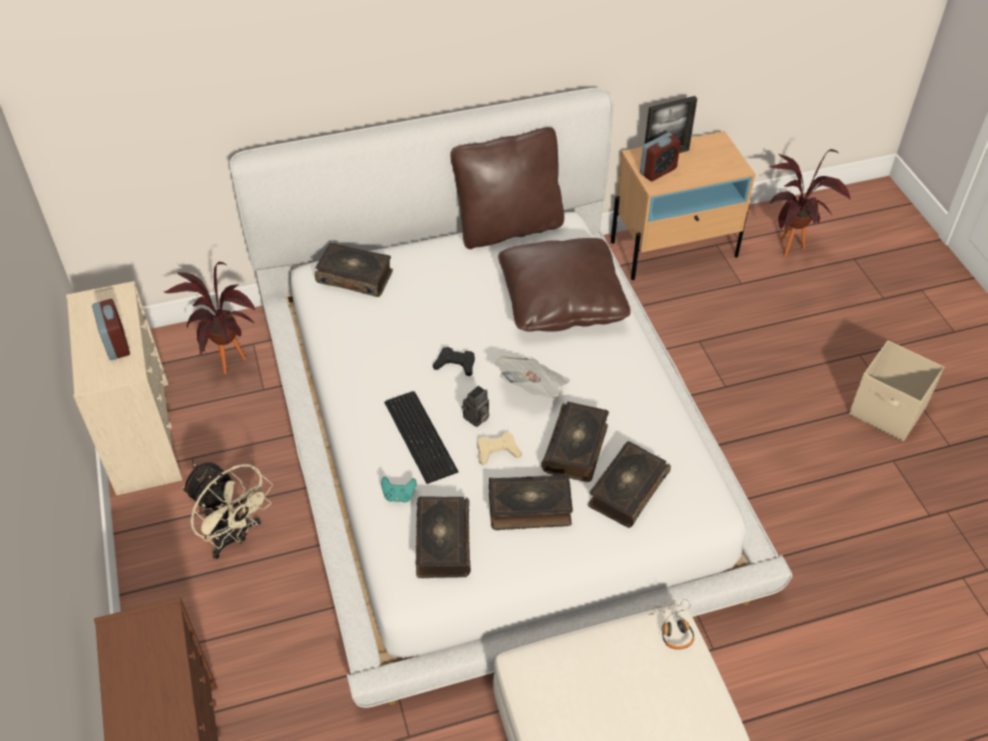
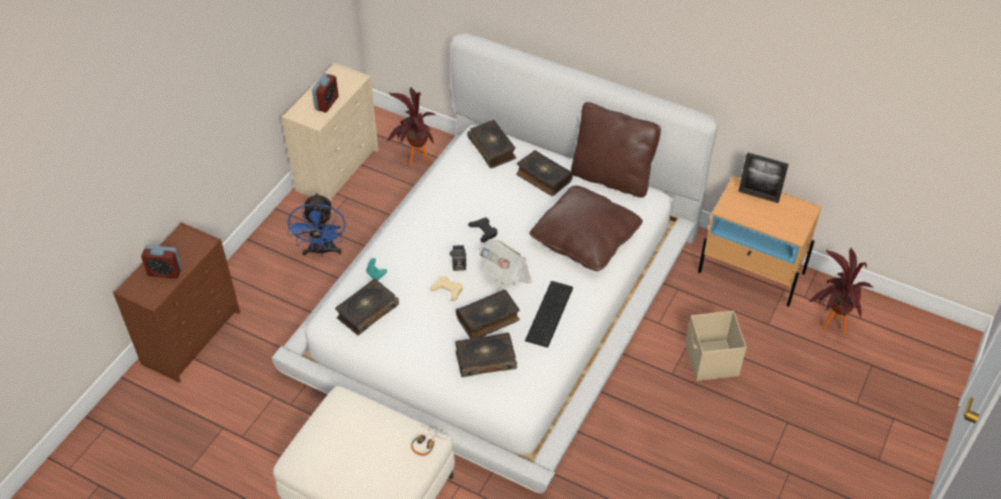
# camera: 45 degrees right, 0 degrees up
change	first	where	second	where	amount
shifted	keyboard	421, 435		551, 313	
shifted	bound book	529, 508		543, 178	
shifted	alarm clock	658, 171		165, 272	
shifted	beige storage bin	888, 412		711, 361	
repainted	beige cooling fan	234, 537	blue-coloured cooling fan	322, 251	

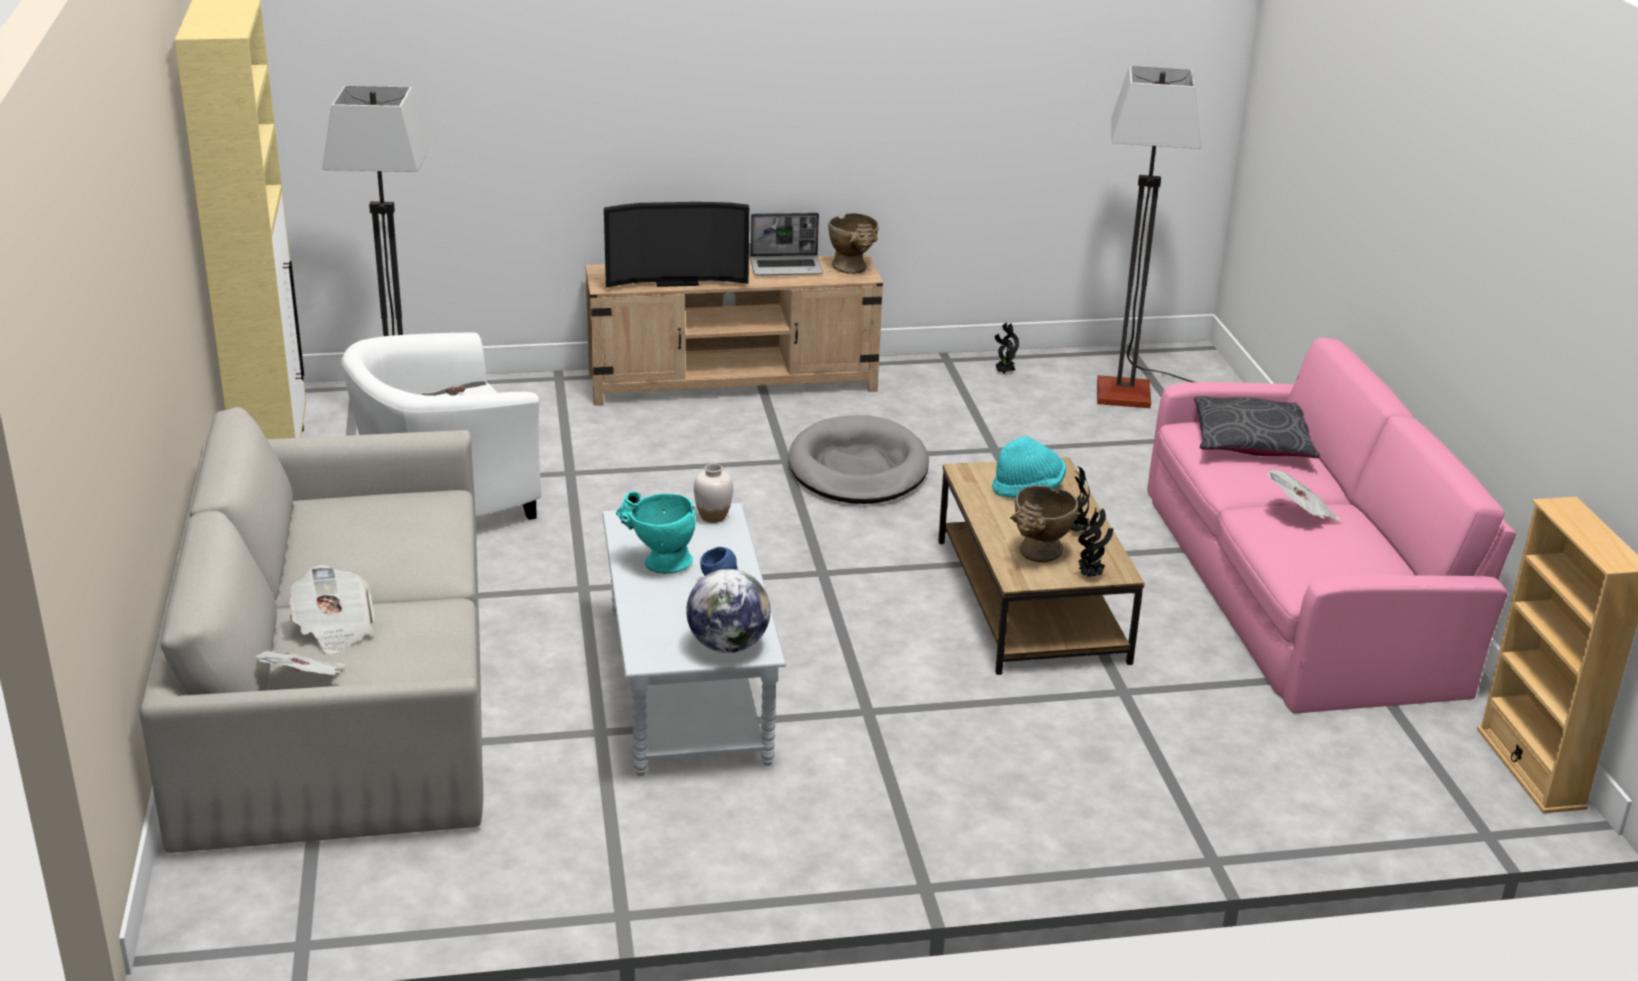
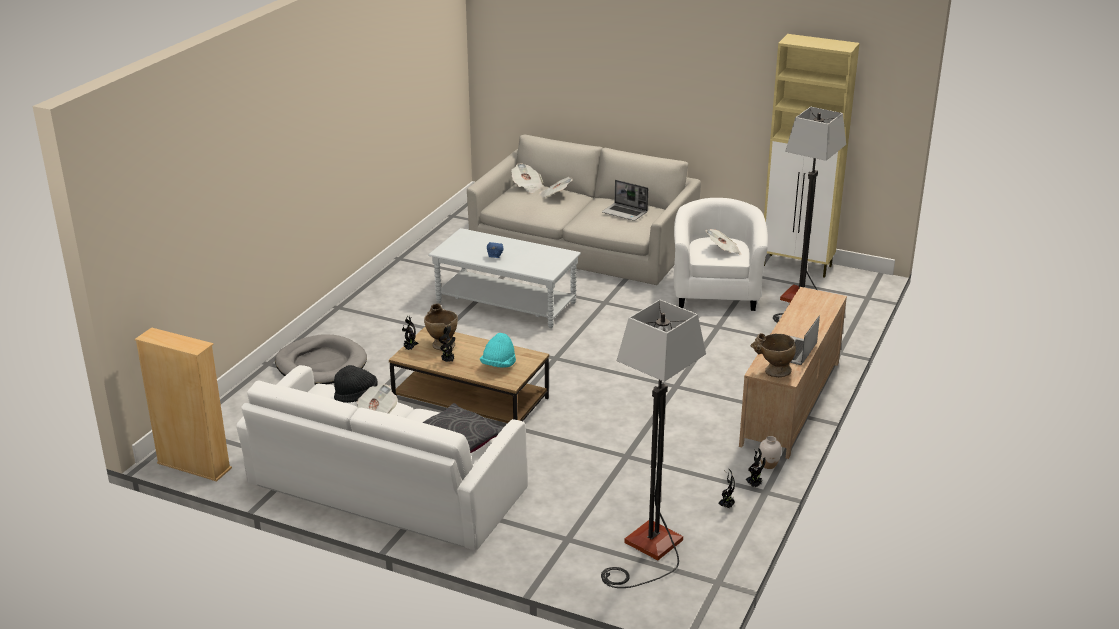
# camera: 125 degrees right, 0 degrees up
change	first	where	second	where	amount
gone	television	676, 281			
gone	blue-green flower vase	659, 563			
gone	globe	728, 645			
new			blackish wearable hat	356, 395	
new			portable computer	625, 213	
new			potted plant	754, 486	
shifted	whitish flower vase	713, 517		768, 465	
shifted	greyish pet bed	858, 468		321, 364	
repainted	pink-coloured sofa	1302, 586	whitish sofa	384, 485	

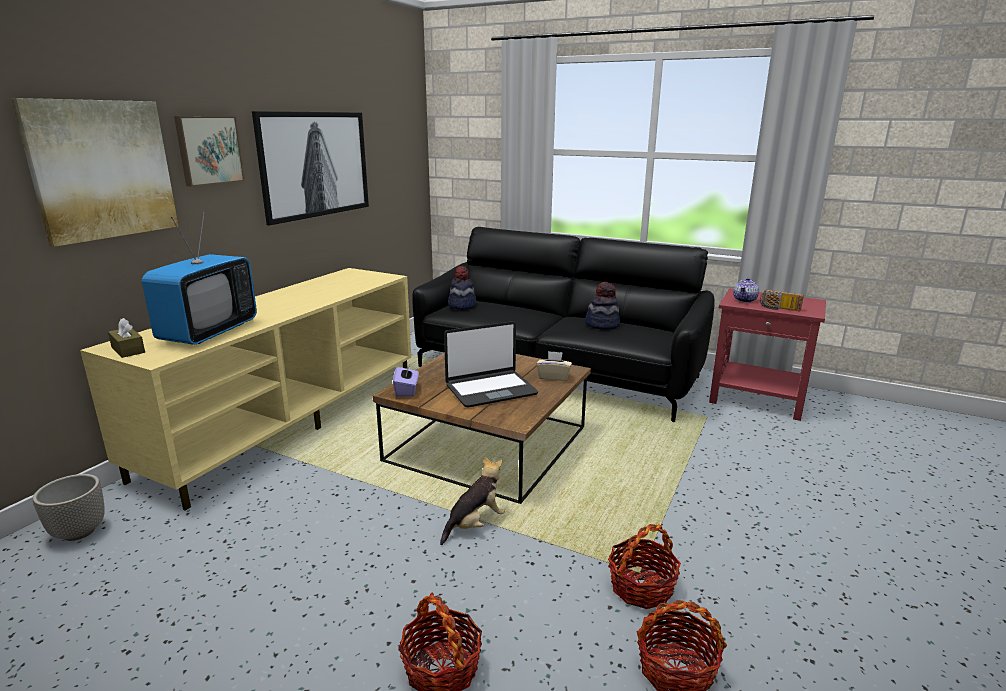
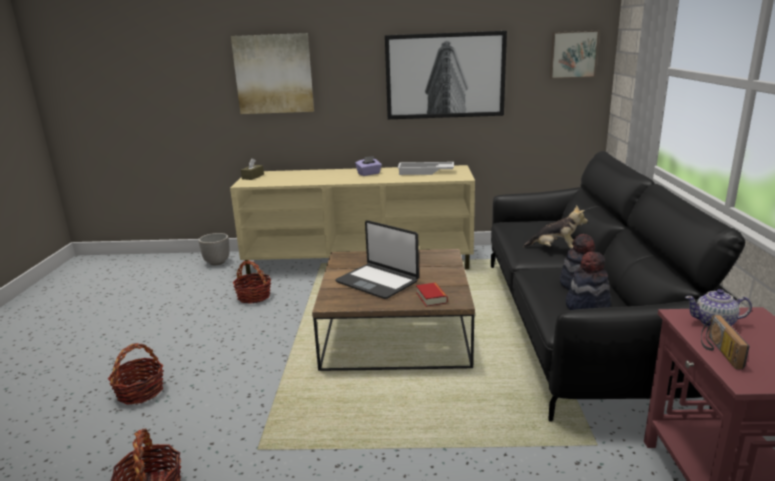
# camera: 65 degrees right, 0 degrees up
change	first	where	second	where	amount
gone	television	209, 332			
new			whitish tray	425, 172	
shifted	picture	209, 150		573, 54	
shifted	purple-coloured box of tissues	407, 391		369, 174	
shifted	cuddly toy	475, 524		555, 249	
shifted	wearable hat	462, 305		587, 305	
shifted	basket	641, 587		253, 296	
swapped	beige box of tissues	553, 377	bound book	431, 298	

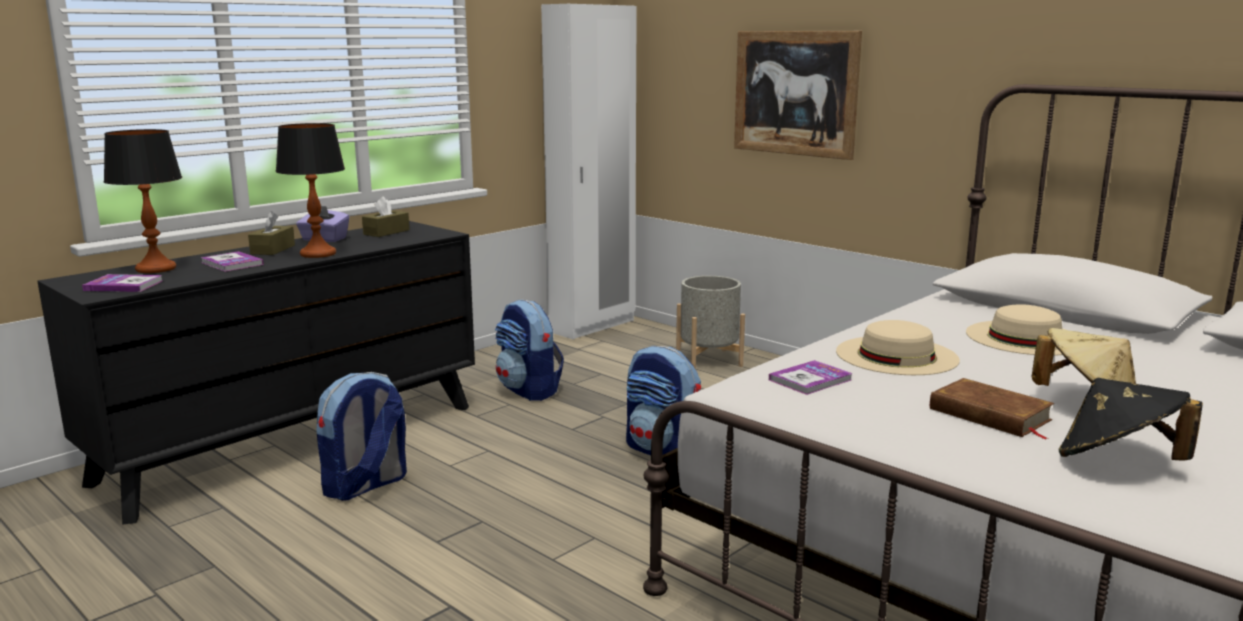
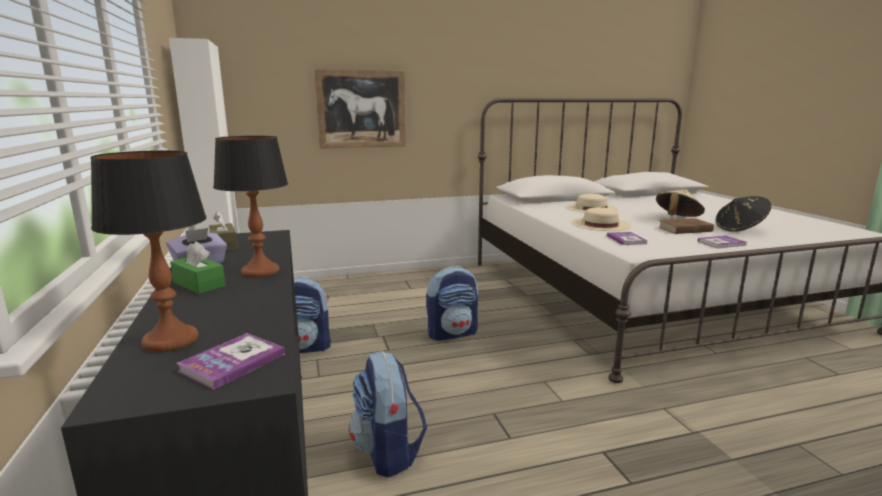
# camera: 60 degrees left, 0 degrees up
change	first	where	second	where	amount
gone	greyish plant pot	709, 360			
shifted	bound book	232, 263		721, 243	
repainted	brown box of tissues	273, 249	greenish box of tissues	199, 284	

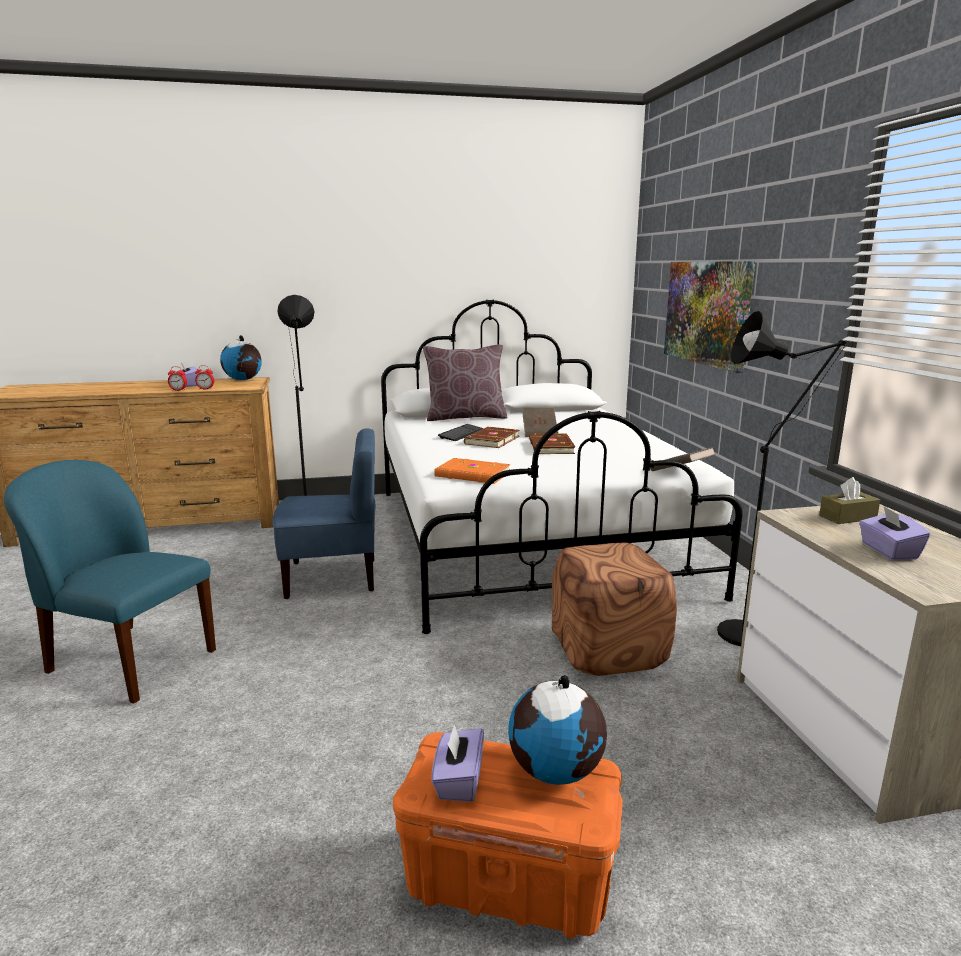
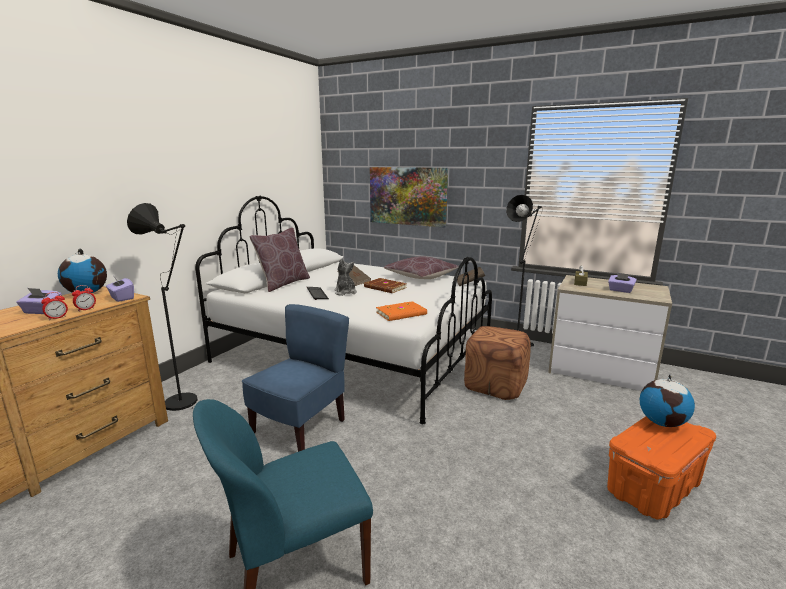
# camera: 50 degrees left, 0 degrees up
change	first	where	second	where	amount
new			brown cushion	421, 276	
shifted	purple-coloured box of tissues	458, 781		121, 298	
swapped	brown bound book	491, 440	cuddly toy	345, 292	

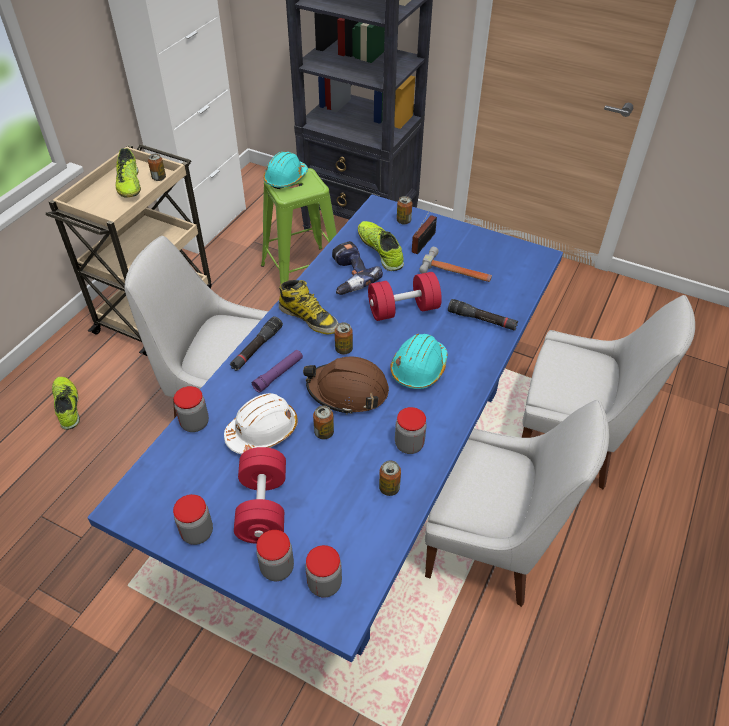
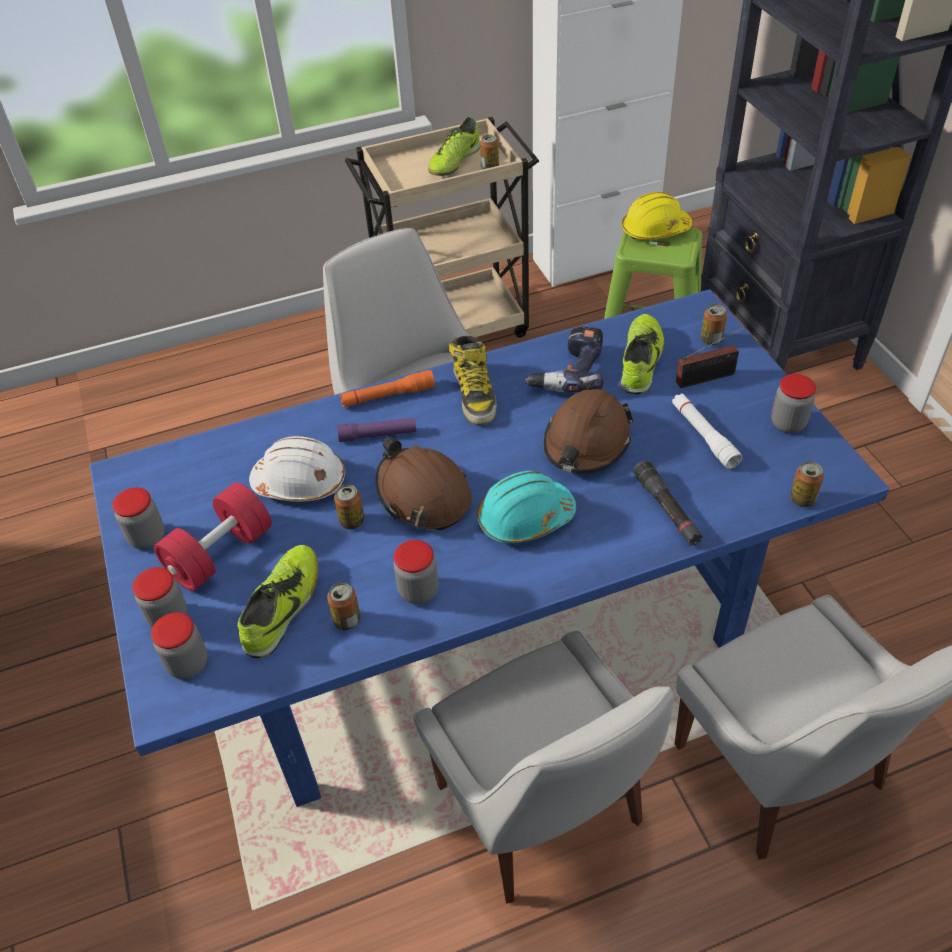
# camera: 45 degrees right, 0 degrees up
change	first	where	second	where	amount
shifted	item of footwear	67, 406		283, 607	
shifted	storage jar	195, 423		788, 423	
shifted	sealed can	343, 349		802, 499	
swapped	red-coloured hand weight	403, 309	brown work helmet	586, 443	
swapped	tool hammer	456, 272	whitish torch	703, 435	
repainted	blackish torch	256, 348	orangey torch	388, 396	
repainted	blue-green work helmet	286, 178	yellow work helmet	655, 230	

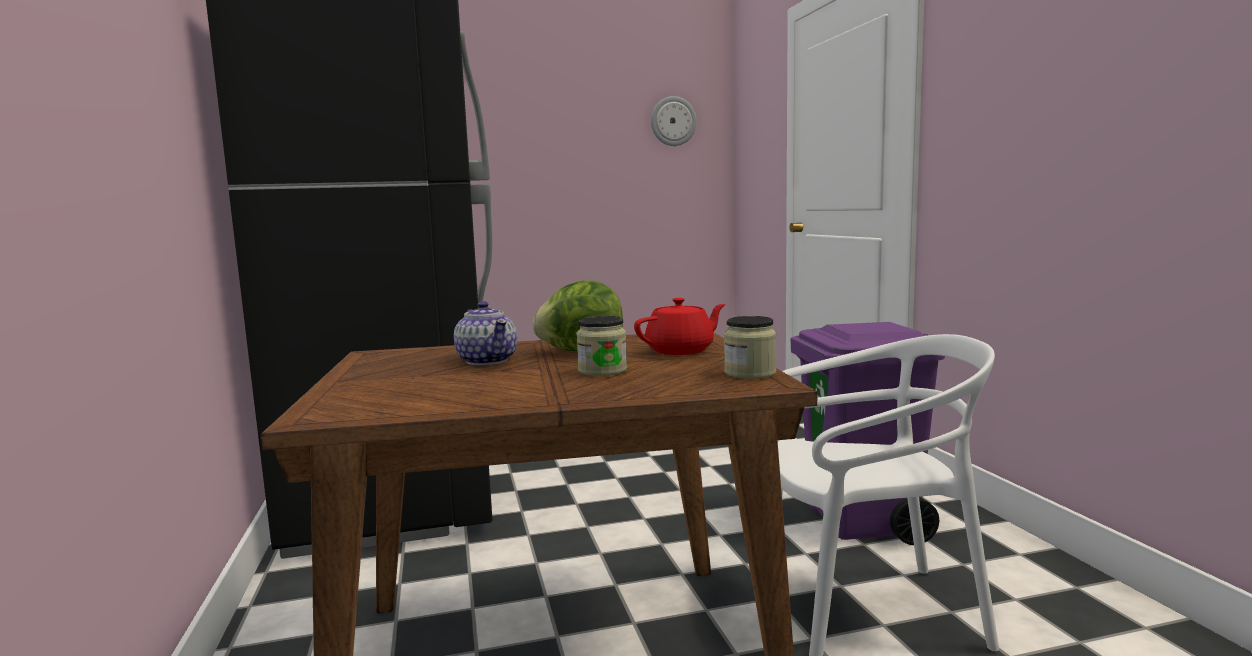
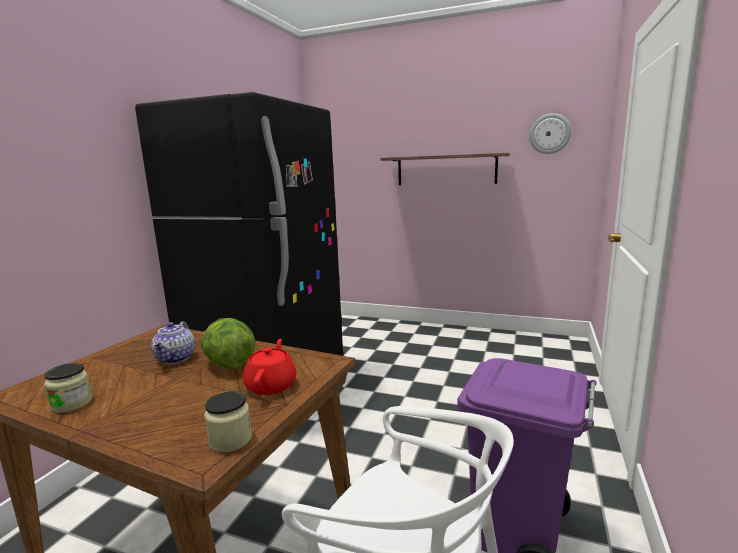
# camera: 35 degrees right, 5 degrees up
change	first	where	second	where	amount
new			wall shelf	446, 170	
shifted	storage jar	602, 371		72, 403	
rotated	red-coloured pot for tea	681, 351		271, 385	90 degrees counterclockwise

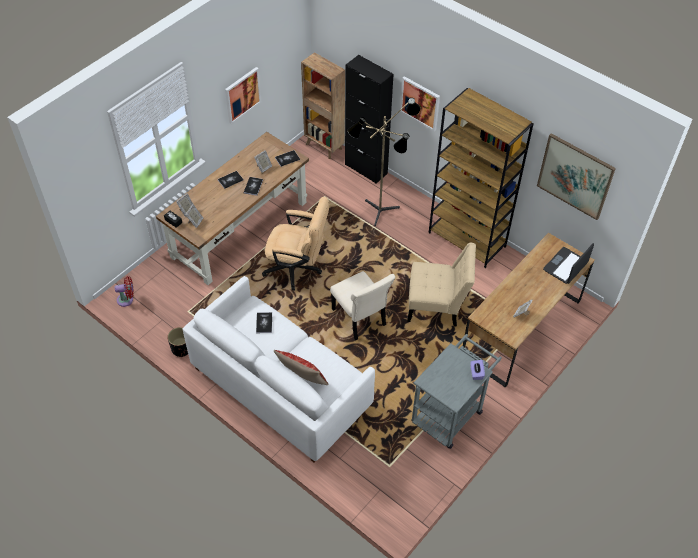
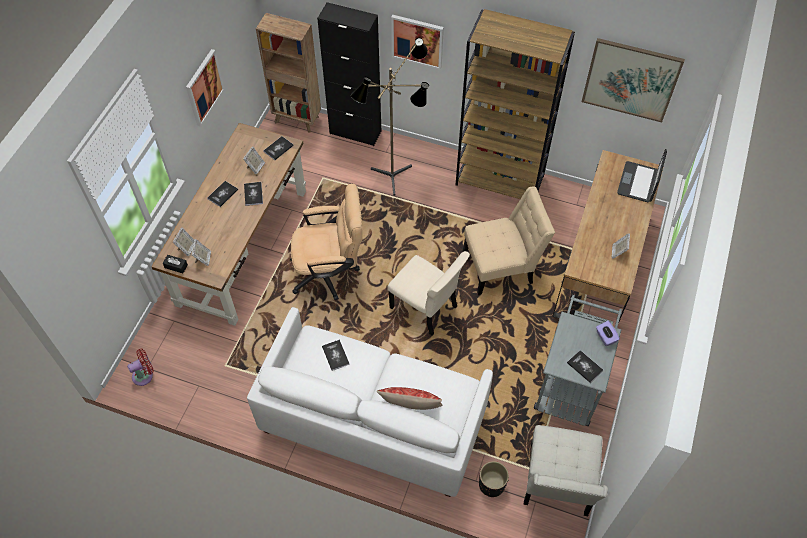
# camera: 20 degrees left, 5 degrees up
change	first	where	second	where	amount
new			whitish plain chair	557, 484	
new			bound book	584, 367	
shifted	blackish plant pot	181, 349		491, 485	

